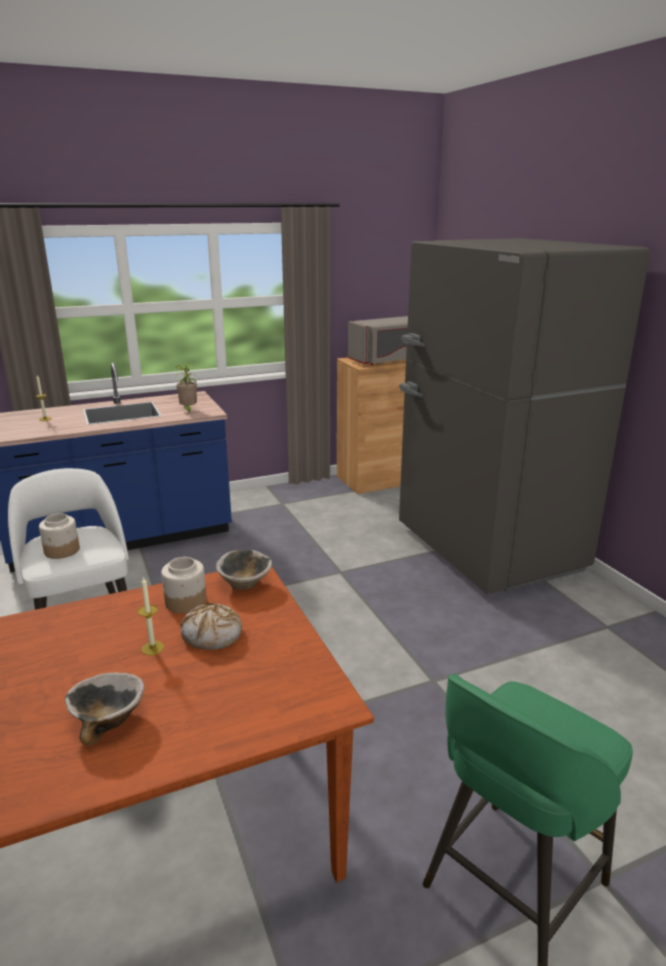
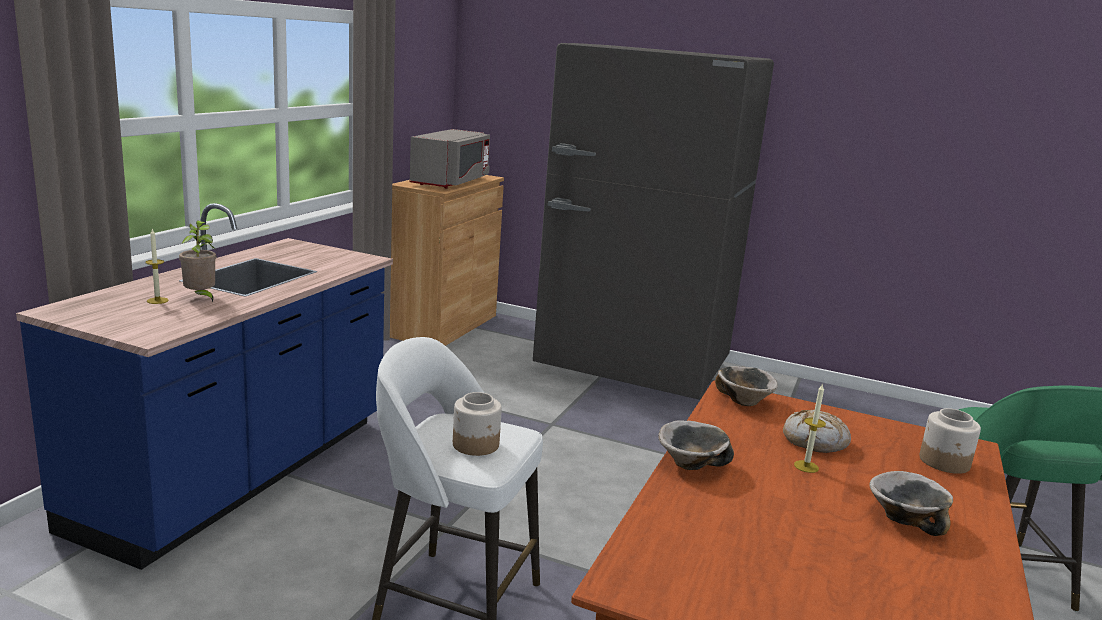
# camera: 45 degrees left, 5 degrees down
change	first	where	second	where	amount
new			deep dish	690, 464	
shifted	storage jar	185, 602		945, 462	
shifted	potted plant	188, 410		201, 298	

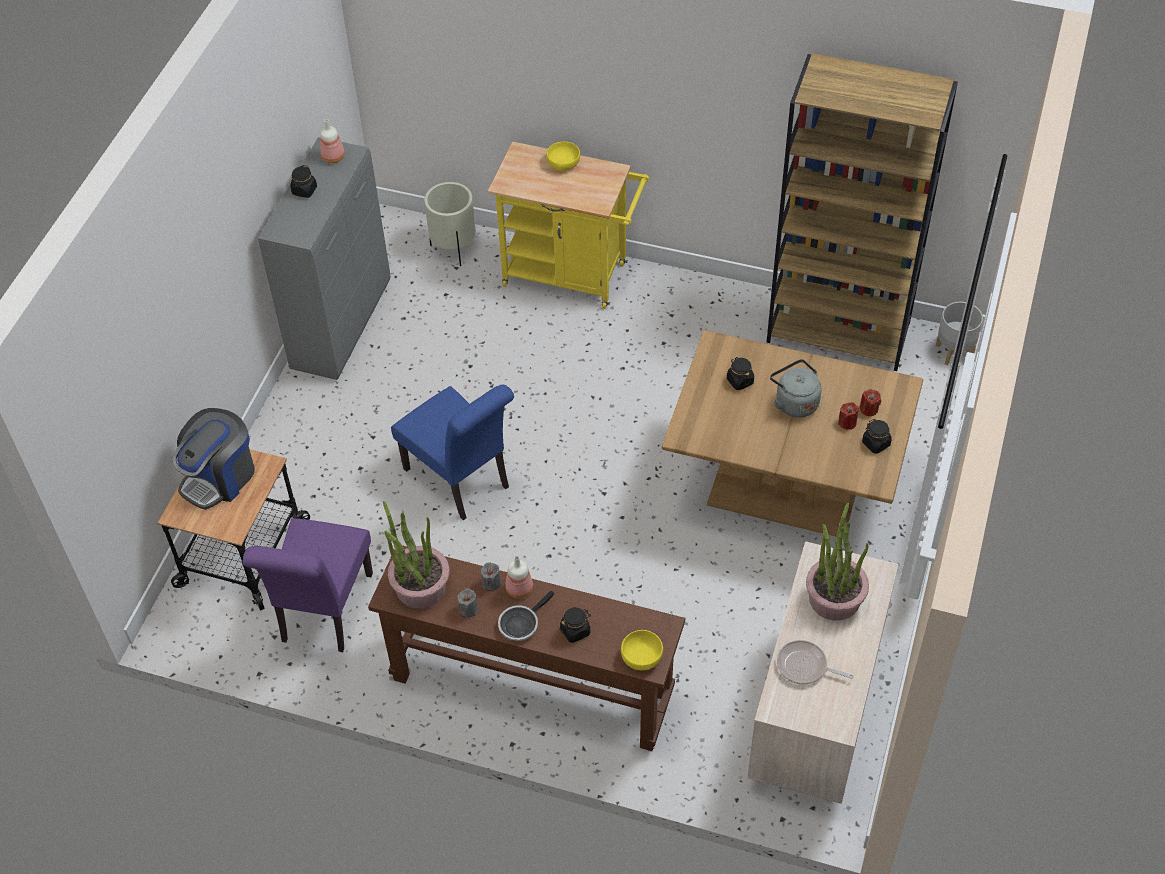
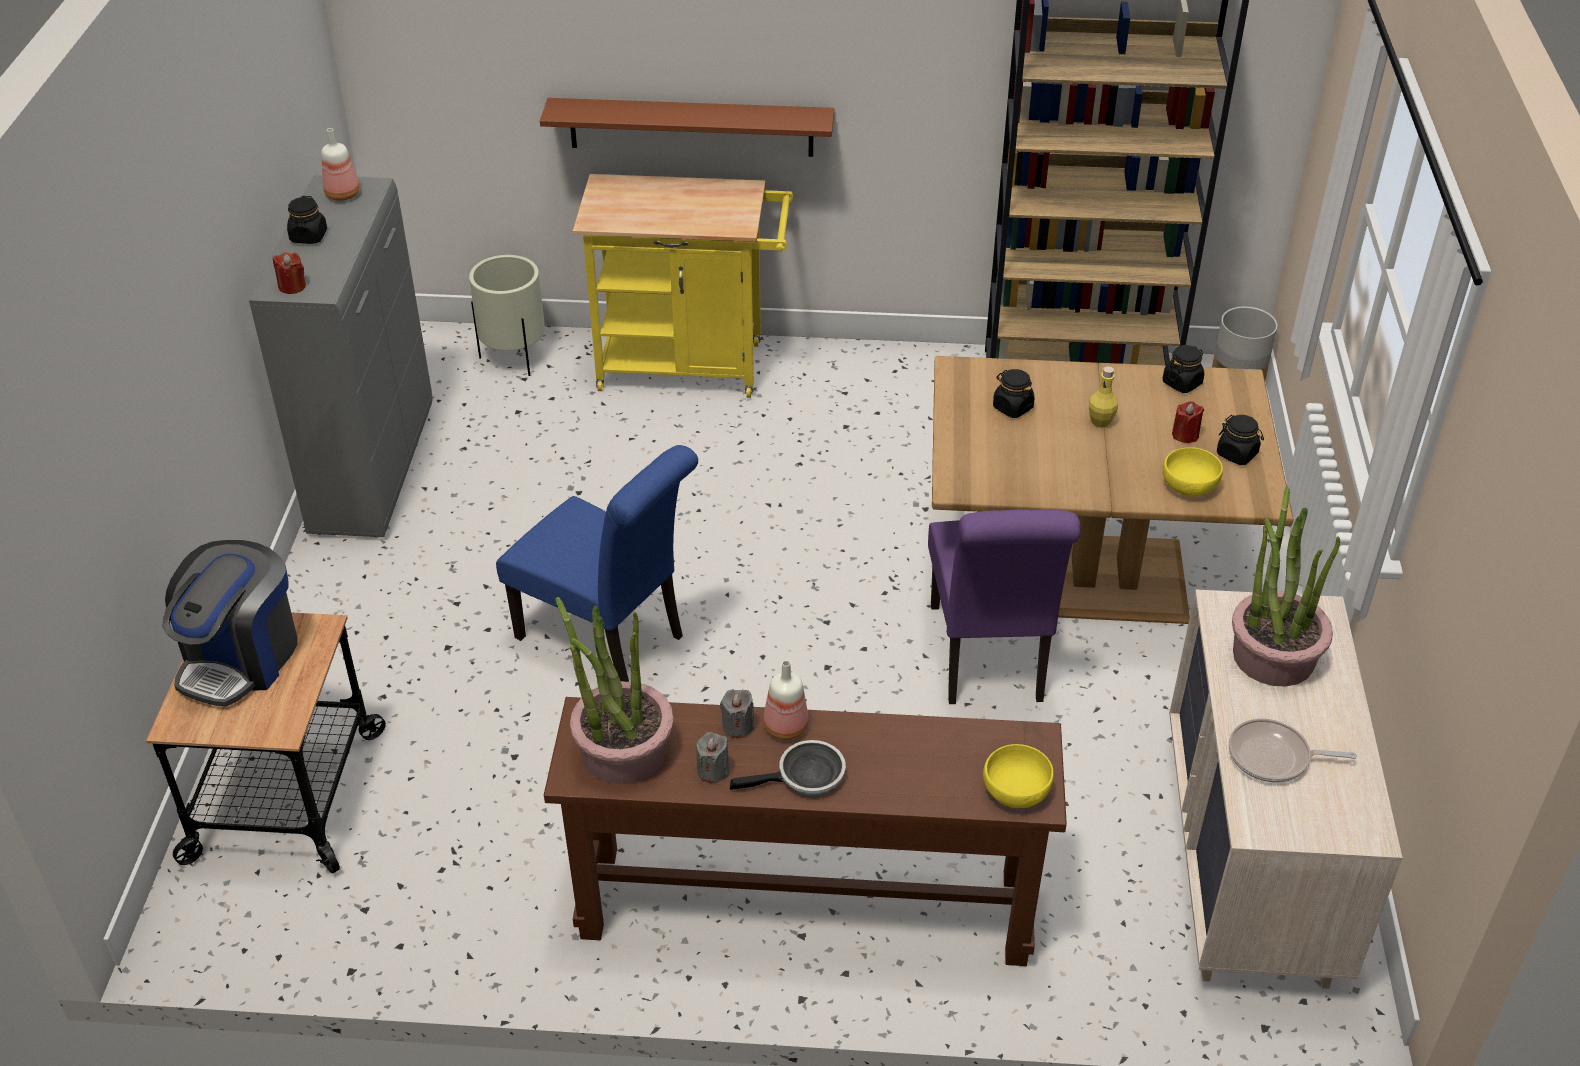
# camera: 15 degrees left, 10 degrees down
change	first	where	second	where	amount
new			brown wall shelf	691, 127	
shifted	purple-coloured plain chair	323, 613		989, 659	
shifted	yellow deep dish	564, 164		1190, 485	
shifted	blackish storage jar	575, 631		1182, 383	
shifted	red-coloured candle	869, 409		292, 286	
swapped	greyish tea kettle	794, 402	yellow bottle	1100, 422	
rotated	pan	521, 624		805, 777	135 degrees counterclockwise

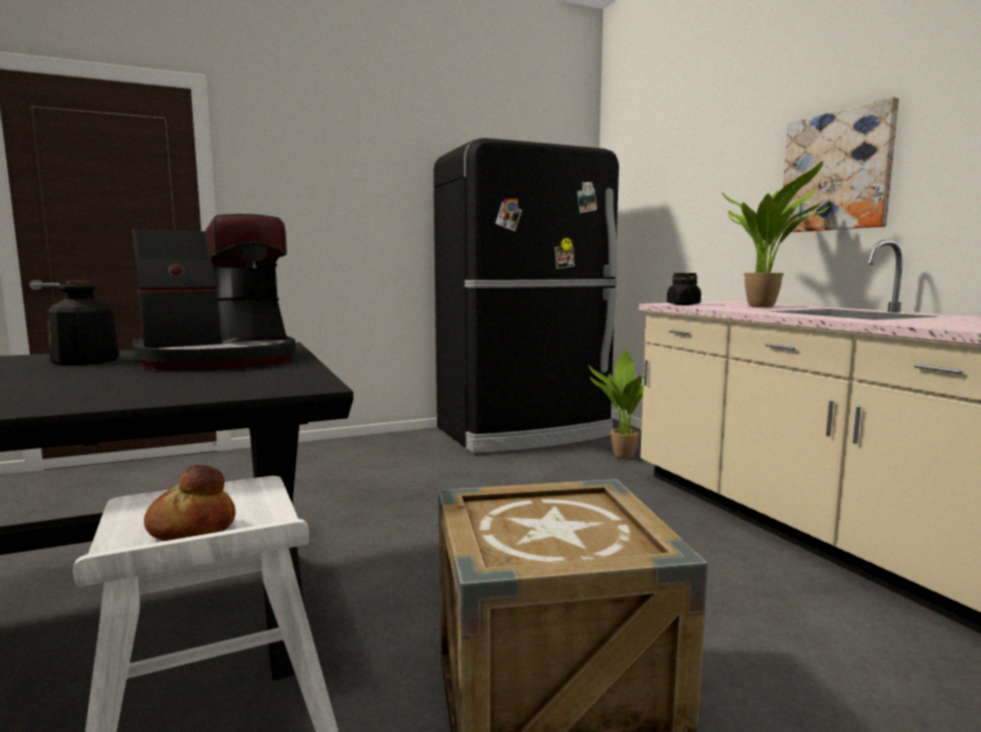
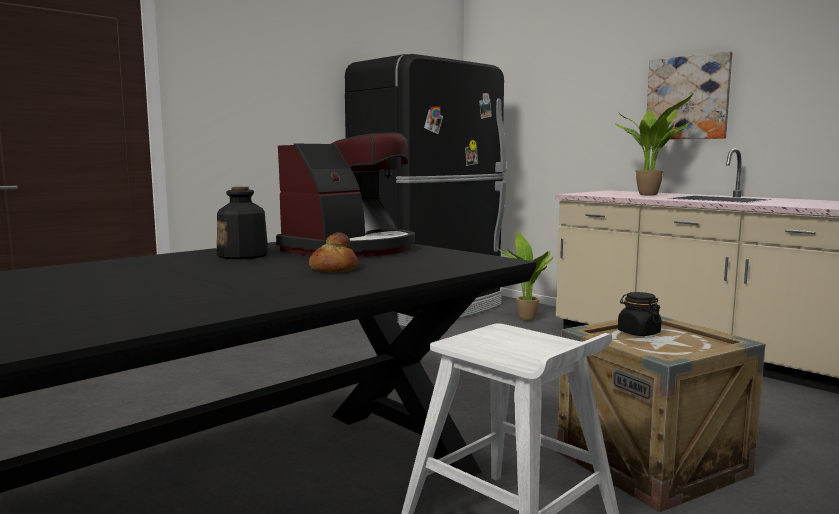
# camera: 20 degrees left, 0 degrees up
change	first	where	second	where	amount
shifted	bread	191, 529		333, 269	
shifted	blackish storage jar	683, 304		638, 333	

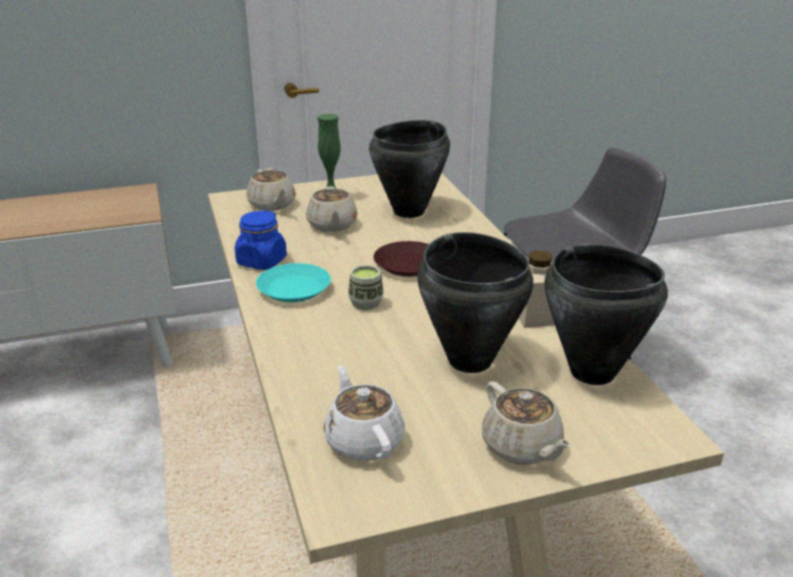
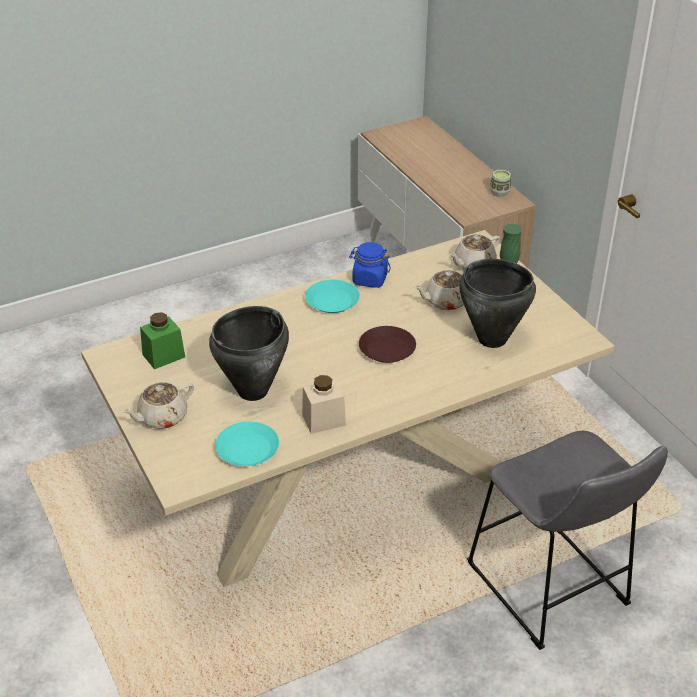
# camera: 80 degrees right, 10 degrees up
change	first	where	second	where	amount
shifted	small cup	366, 303		499, 192	
swapped	whitish pot for tea	364, 440	greenish storage jar	163, 356	
swapped	blackish cooking pot	592, 373	blue-green flat dish	247, 449	

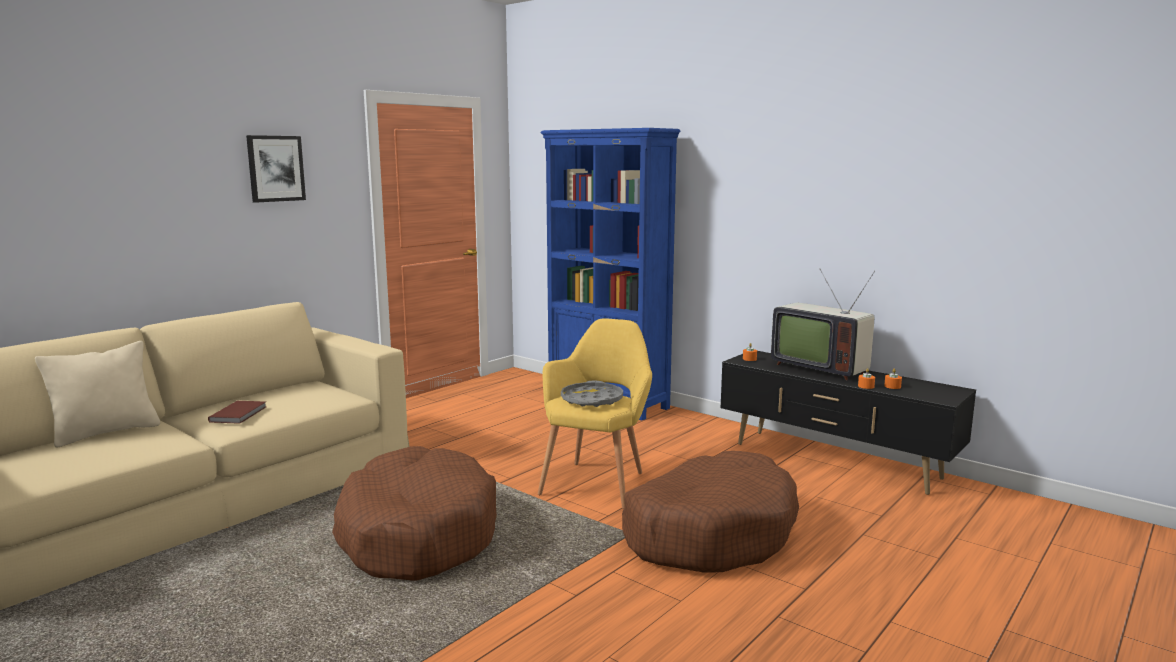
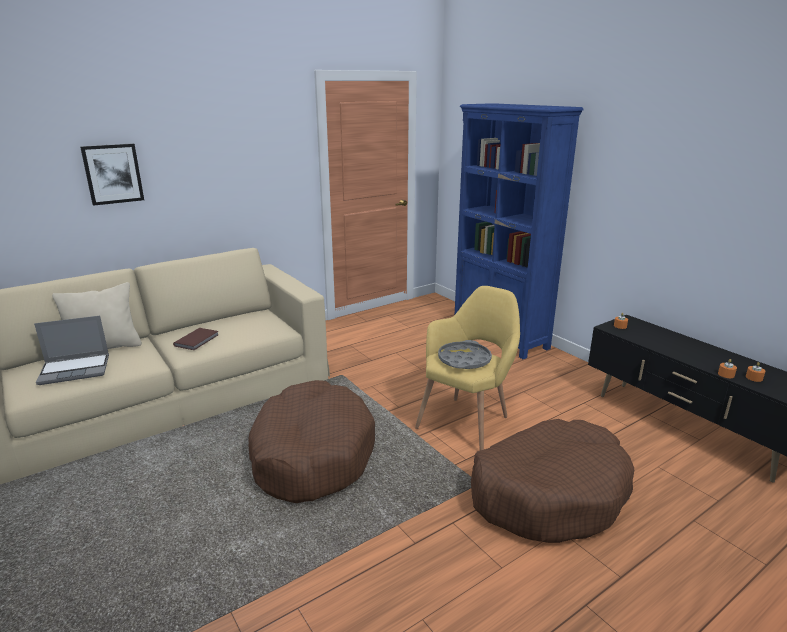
# camera: 15 degrees right, 10 degrees up
change	first	where	second	where	amount
gone	television	820, 367			
new			portable computer	76, 370	
shifted	picture	275, 168		113, 174	

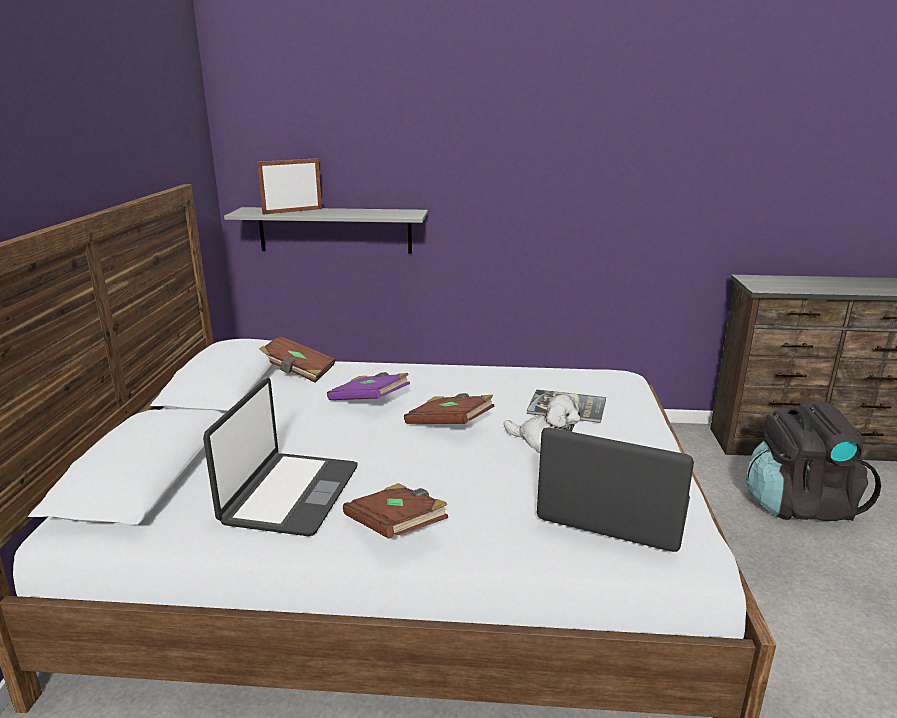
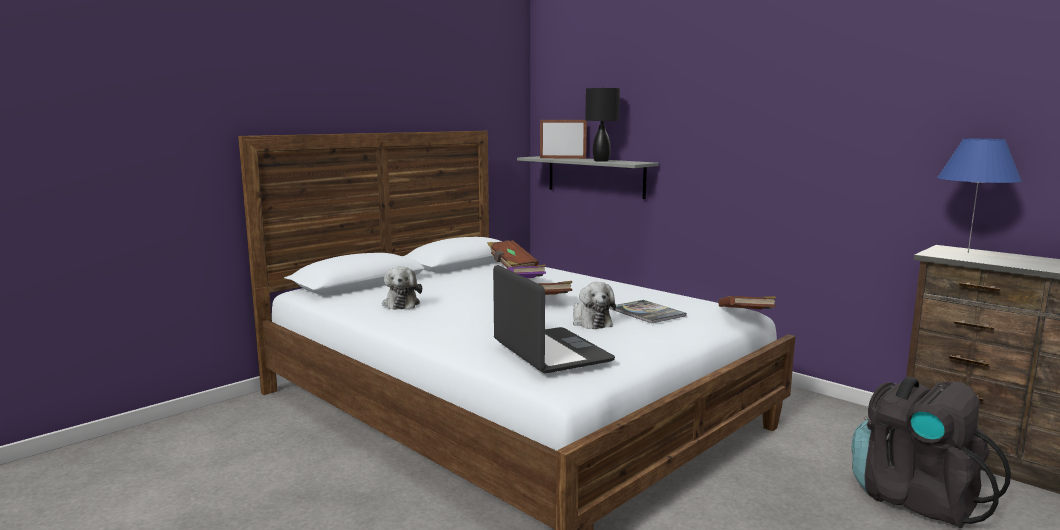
# camera: 40 degrees right, 10 degrees down
change	first	where	second	where	amount
new			blackish table lamp	601, 161	
new			blue-coloured table lamp	967, 252	
shifted	brown bound book	396, 528		746, 316	
swapped	portable computer	290, 494	cuddly toy	401, 303	

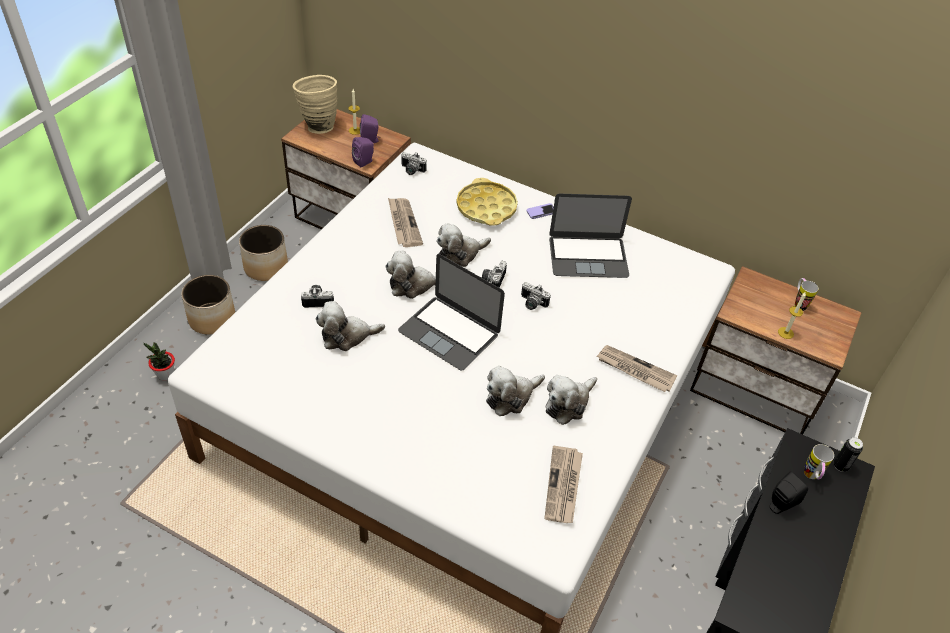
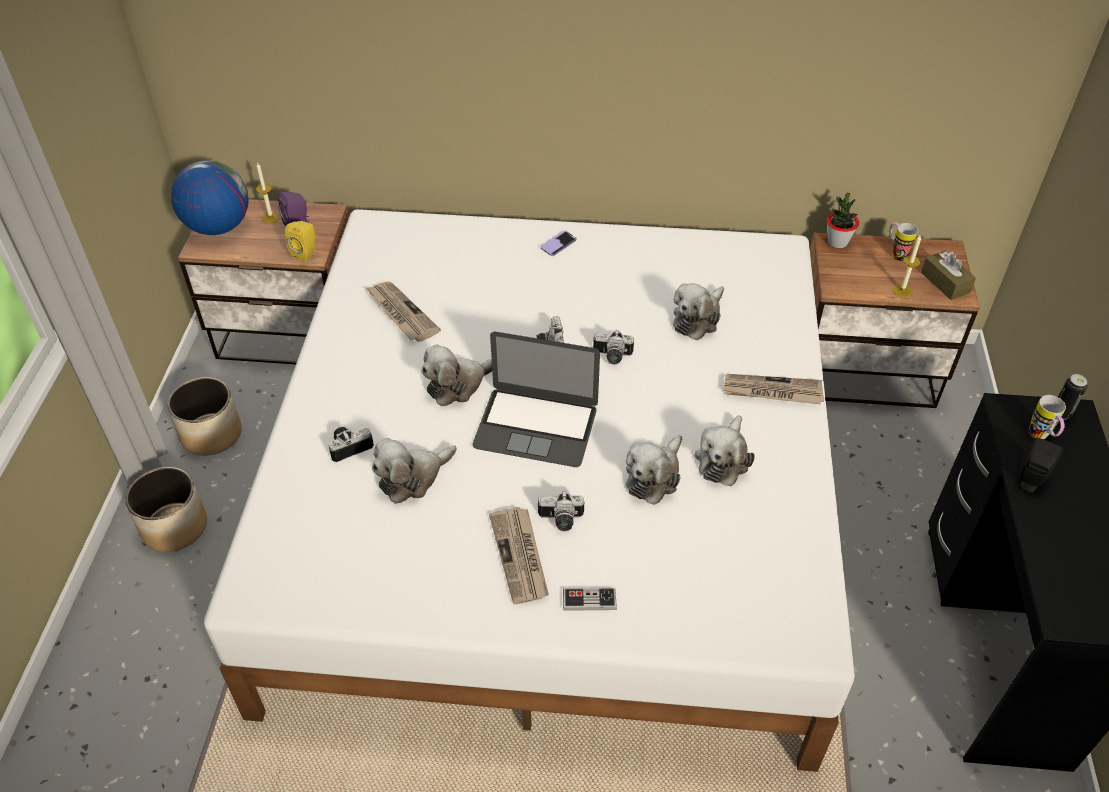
# camera: 20 degrees left, 0 degrees up
change	first	where	second	where	amount
gone	yellow tray	486, 207			
gone	portable computer	588, 256			
new			game controller	589, 600	
new			brown box of tissues	945, 282	
shifted	potted plant	165, 374		837, 242	
shifted	photo camera	411, 170		561, 520	
shifted	cuddly toy	460, 254		697, 319	
shifted	daily paper	563, 486		520, 556	
swapped	beige flower vase	318, 126	globe	218, 227	
repainted	purple-coloured loudspeaker	364, 161	yellow loudspeaker	306, 253	

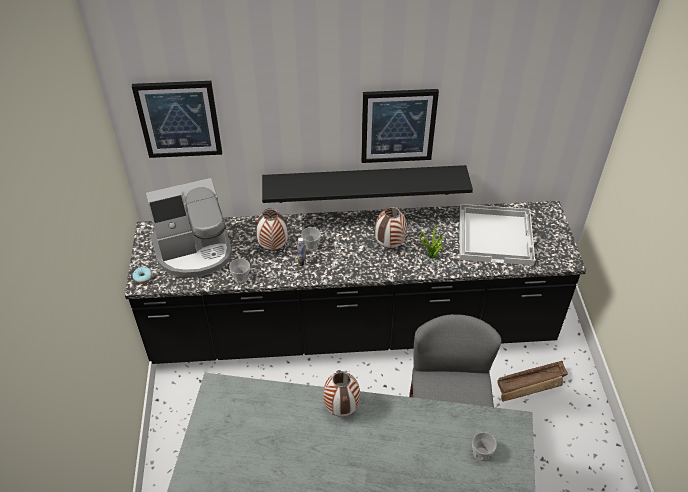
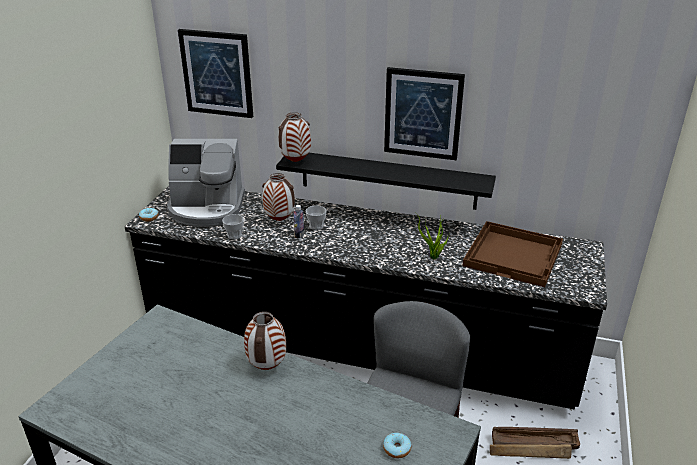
# camera: 20 degrees right, 15 degrees down
change	first	where	second	where	amount
shifted	flower vase	389, 245		296, 161	
swapped	small cup	481, 453	donut	397, 449	
repainted	whitish tray	496, 235	brown tray	514, 255	

